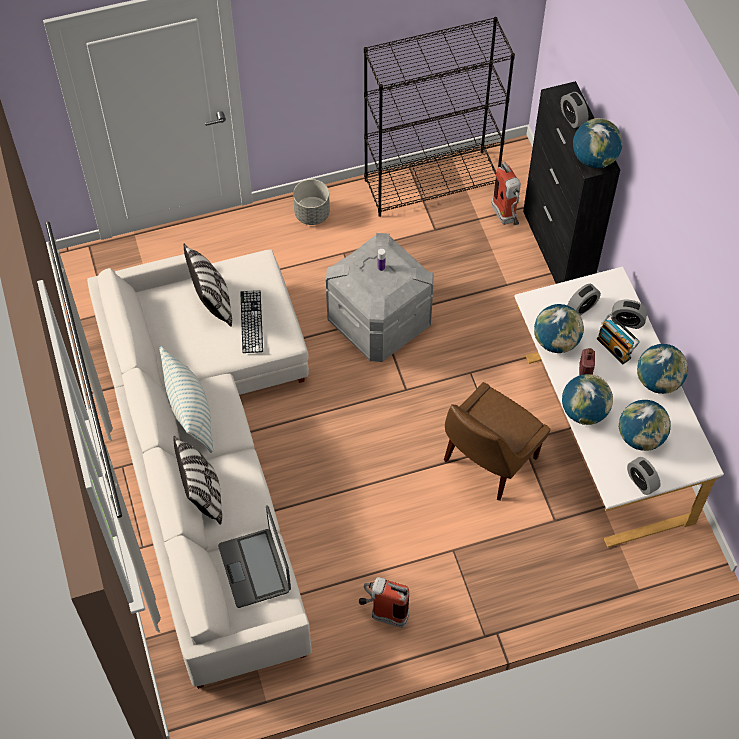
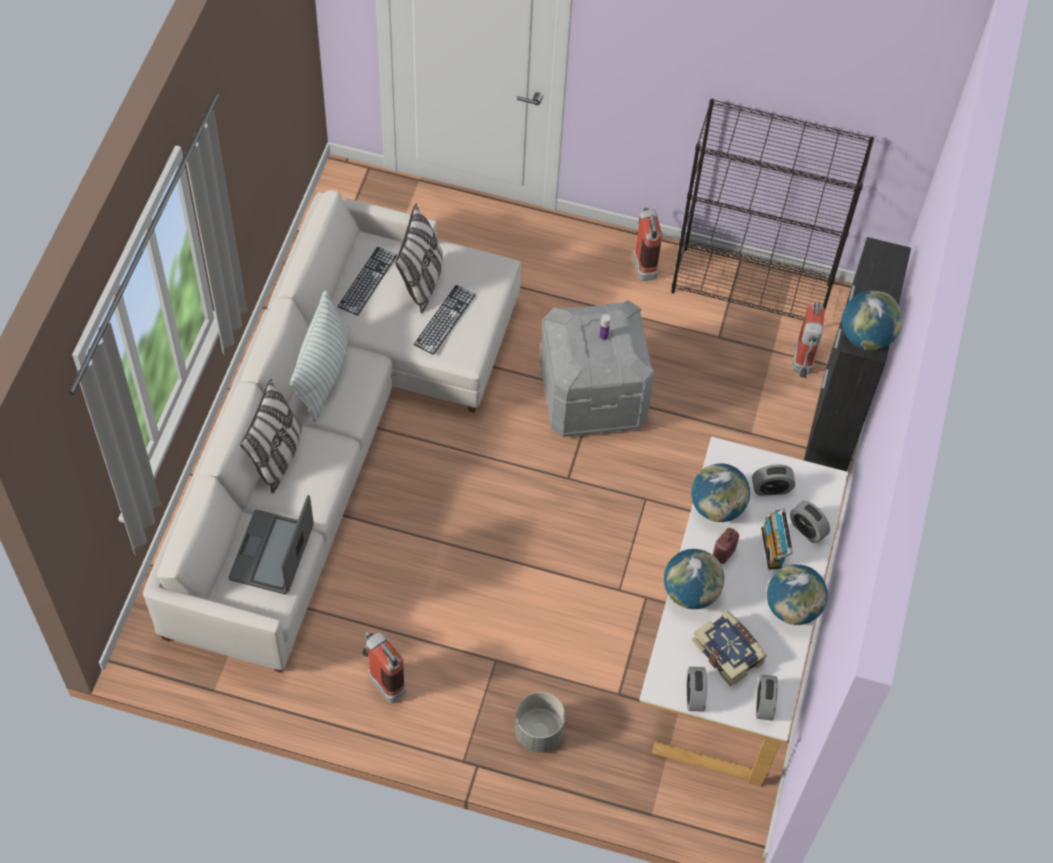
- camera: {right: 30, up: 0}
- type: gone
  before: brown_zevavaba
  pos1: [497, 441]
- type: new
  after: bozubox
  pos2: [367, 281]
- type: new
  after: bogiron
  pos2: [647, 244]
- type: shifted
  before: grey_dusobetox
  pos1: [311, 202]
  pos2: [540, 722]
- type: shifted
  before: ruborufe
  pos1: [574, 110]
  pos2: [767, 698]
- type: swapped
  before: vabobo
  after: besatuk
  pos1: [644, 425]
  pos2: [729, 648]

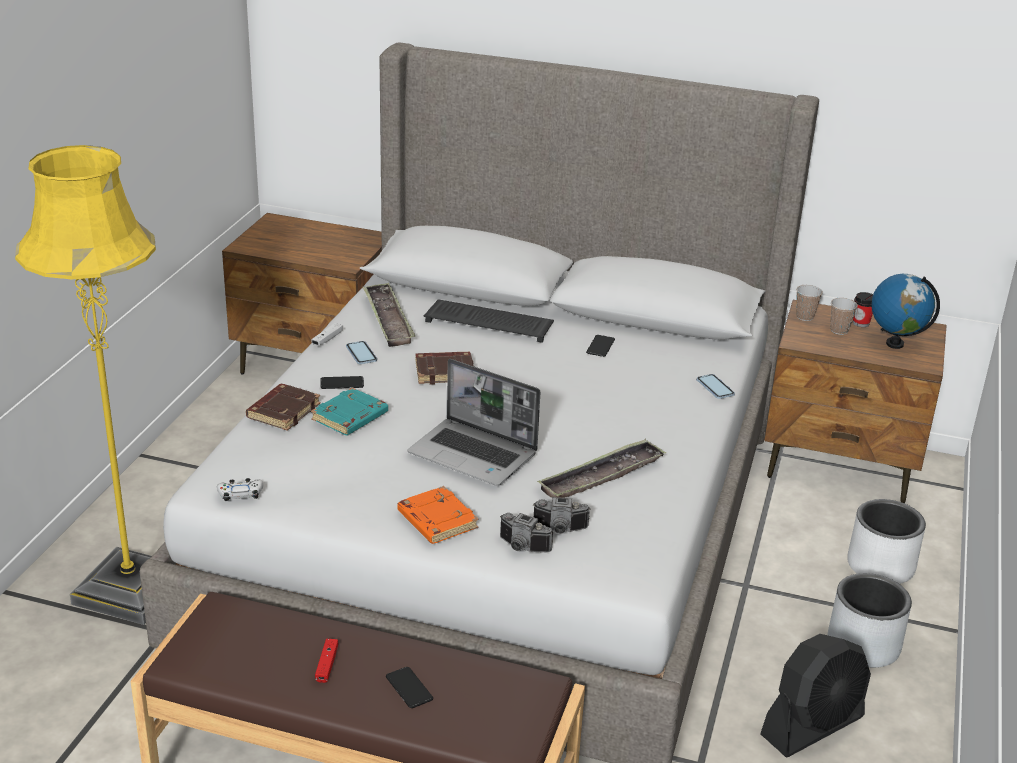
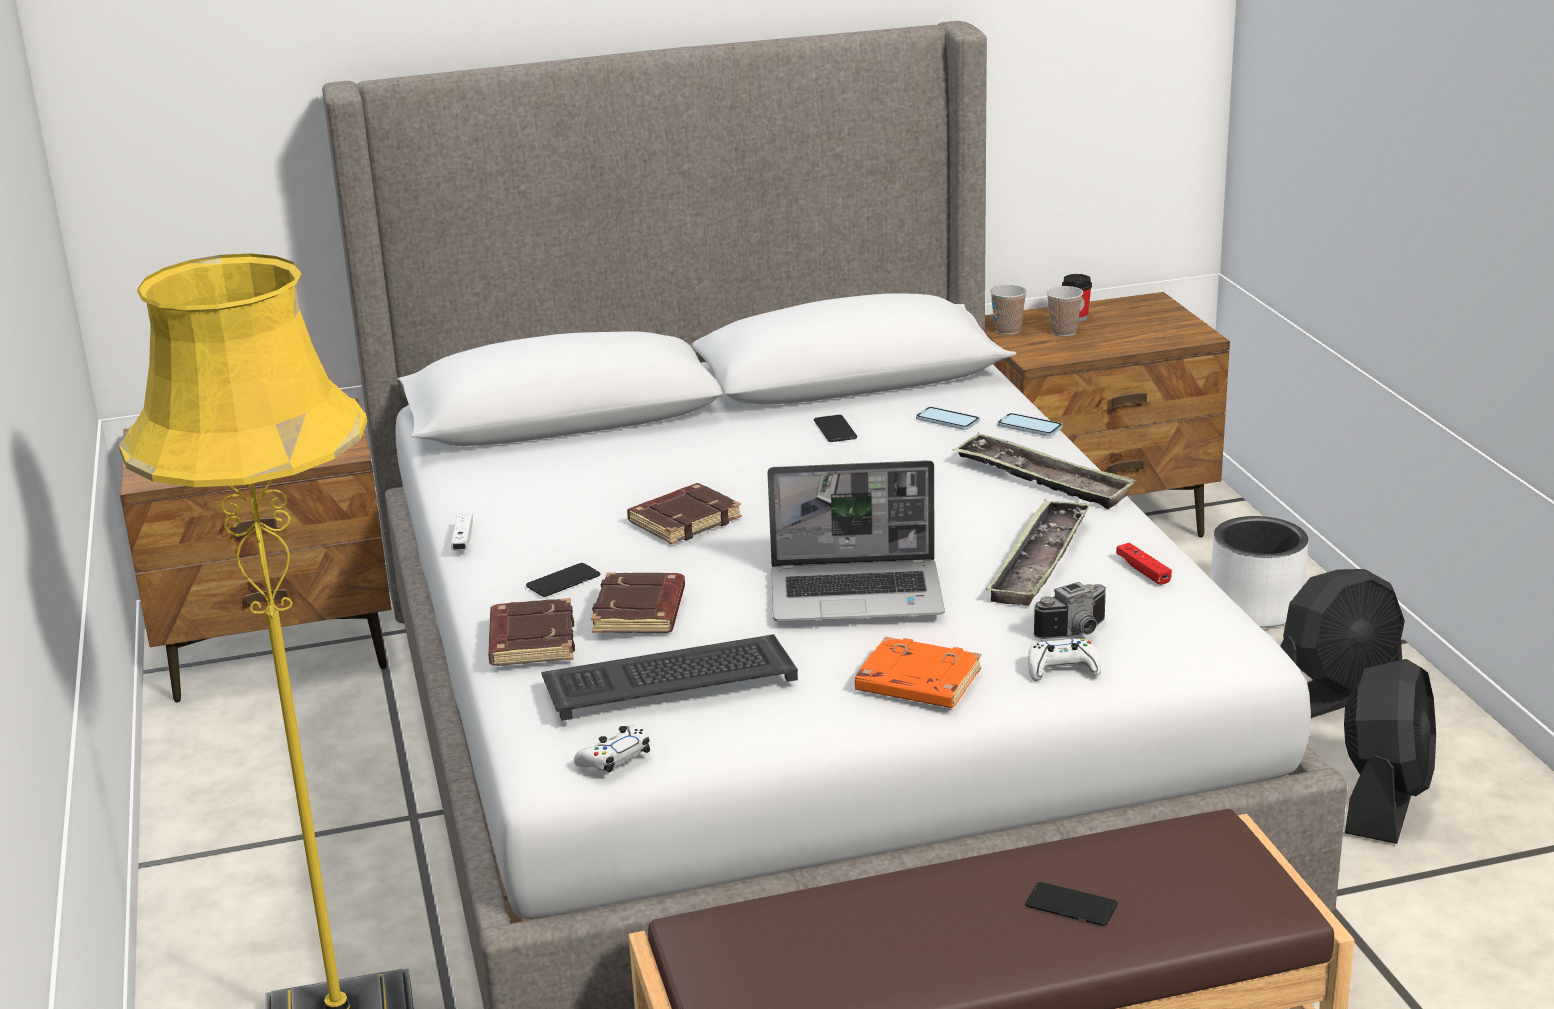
- camera: {right: -30, up: -5}
- type: gone
  before: vabobo
  pos1: [905, 311]
- type: shifted
  before: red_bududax
  pos1: [327, 660]
  pos2: [1144, 564]
- type: shifted
  before: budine
  pos1: [361, 352]
  pos2: [948, 418]
- type: shifted
  before: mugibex
  pos1: [388, 314]
  pos2: [1044, 471]
- type: shifted
  before: bozubox
  pos1: [489, 321]
  pos2: [669, 677]
- type: swapped
  before: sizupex
  after: white_bududax
  pos1: [527, 532]
  pos2: [1064, 660]
- type: swapped
  before: grey_dusobetox
  after: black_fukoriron
  pos1: [870, 620]
  pos2: [1342, 643]
- type: repainted
  before: turquoise_besatuk
  after: brown_besatuk
  pos1: [349, 411]
  pos2: [638, 602]

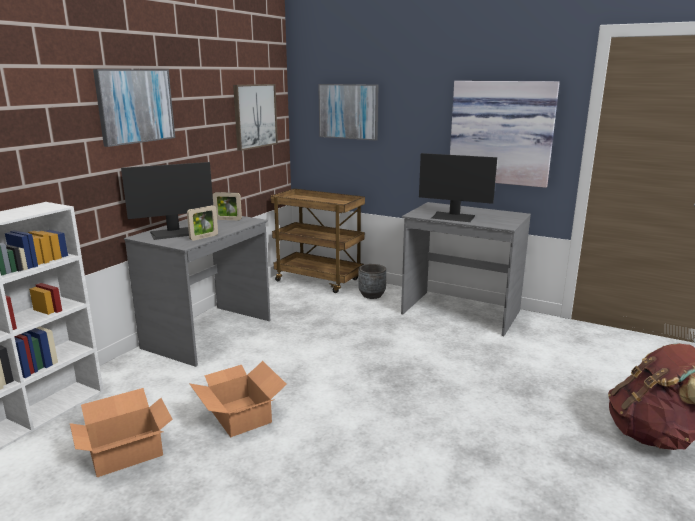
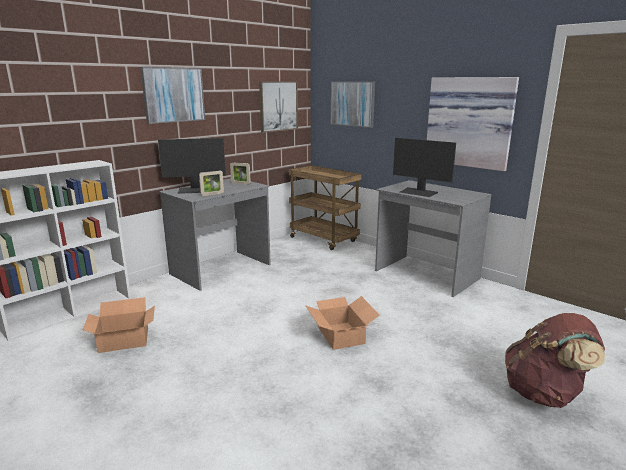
- camera: {right: 15, up: 0}
- type: gone
  before: grey_dusobetox
  pos1: [372, 281]
- type: shifted
  before: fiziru
  pos1: [238, 399]
  pos2: [342, 323]

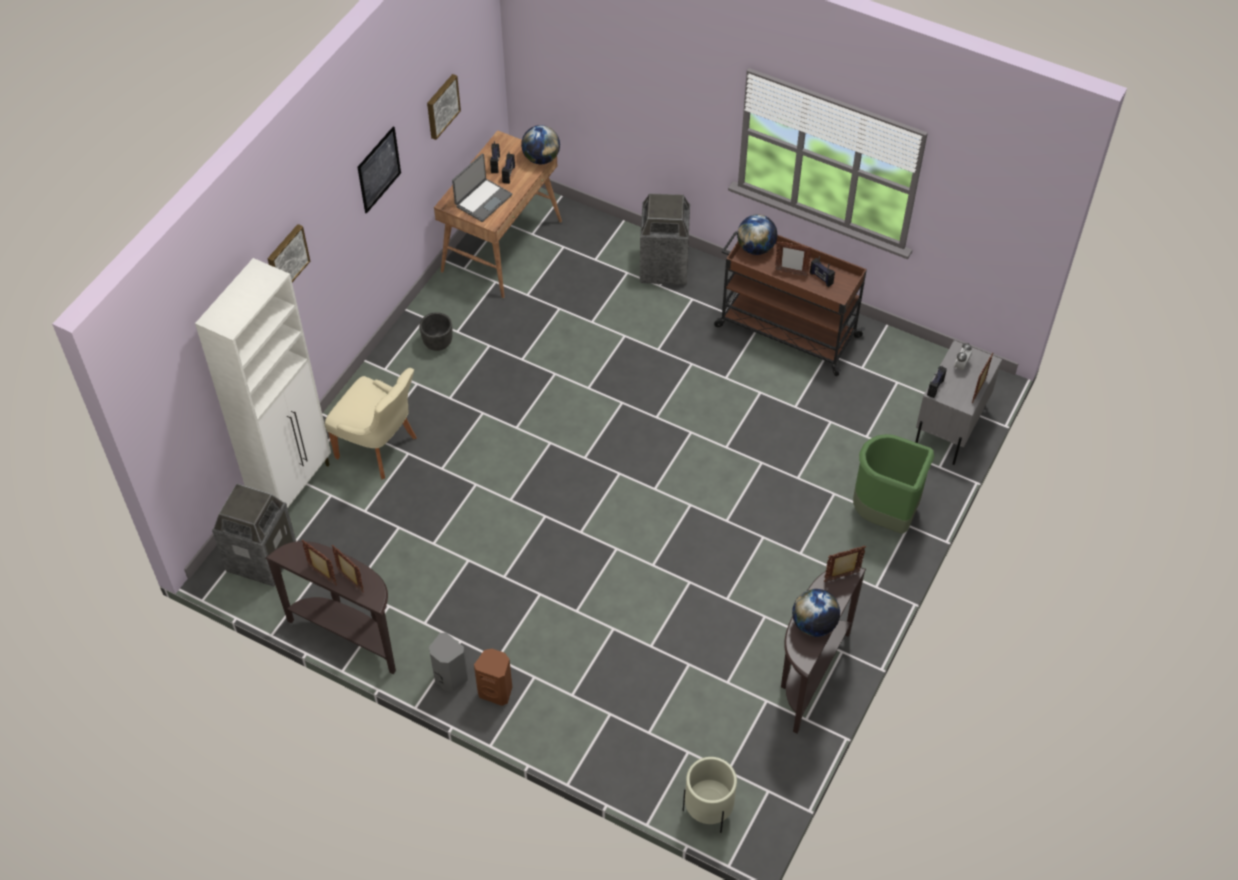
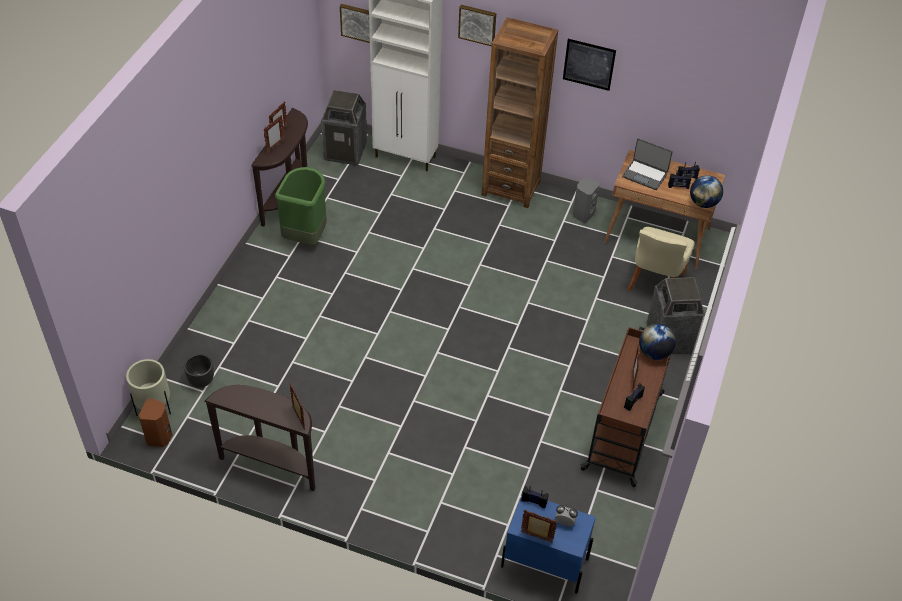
- camera: {right: 80, up: -5}
- type: gone
  before: vabobo
  pos1: [816, 613]
- type: new
  after: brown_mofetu
  pos2: [520, 112]
- type: shifted
  before: beige_zevavaba
  pos1: [370, 423]
  pos2: [661, 259]
- type: shifted
  before: black_dusobetox
  pos1: [436, 331]
  pos2: [199, 371]
- type: shifted
  before: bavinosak
  pos1: [444, 107]
  pos2: [355, 23]
- type: shifted
  before: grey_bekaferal
  pos1: [448, 661]
  pos2: [586, 200]
- type: shifted
  before: brown_bekaferal
  pos1: [493, 677]
  pos2: [155, 422]
- type: shifted
  before: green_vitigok
  pos1: [893, 484]
  pos2: [301, 206]
- type: repainted
  before: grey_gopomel
  after: blue_gopomel
  pos1: [958, 402]
  pos2: [548, 545]

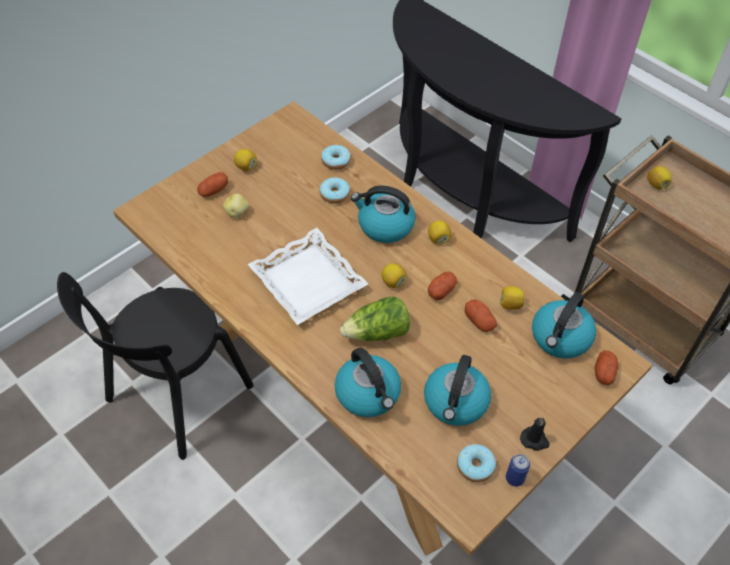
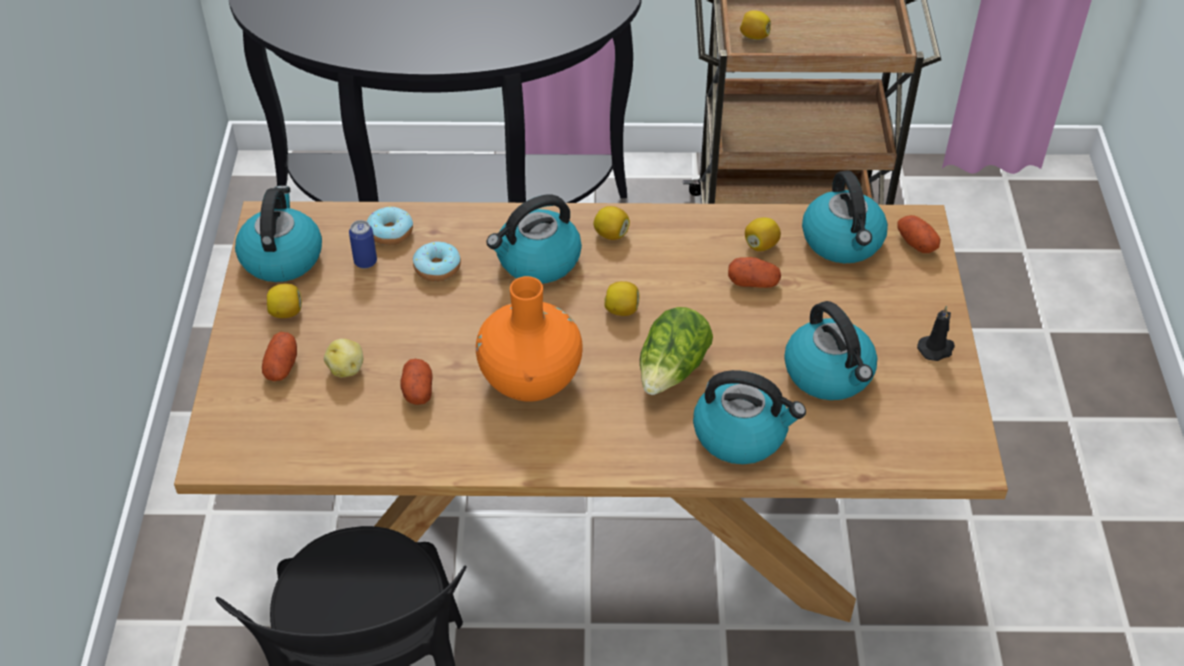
- camera: {right: -45, up: -5}
- type: gone
  before: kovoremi
  pos1: [476, 463]
- type: new
  after: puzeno
  pos2: [278, 234]
- type: shifted
  before: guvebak
  pos1: [442, 285]
  pos2: [417, 382]
- type: shifted
  before: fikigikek
  pos1: [518, 470]
  pos2: [363, 244]
- type: swapped
  before: white_mugibex
  after: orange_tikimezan
  pos1: [308, 276]
  pos2: [529, 339]

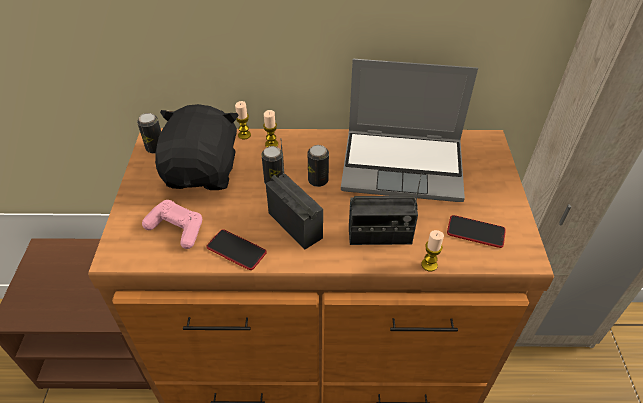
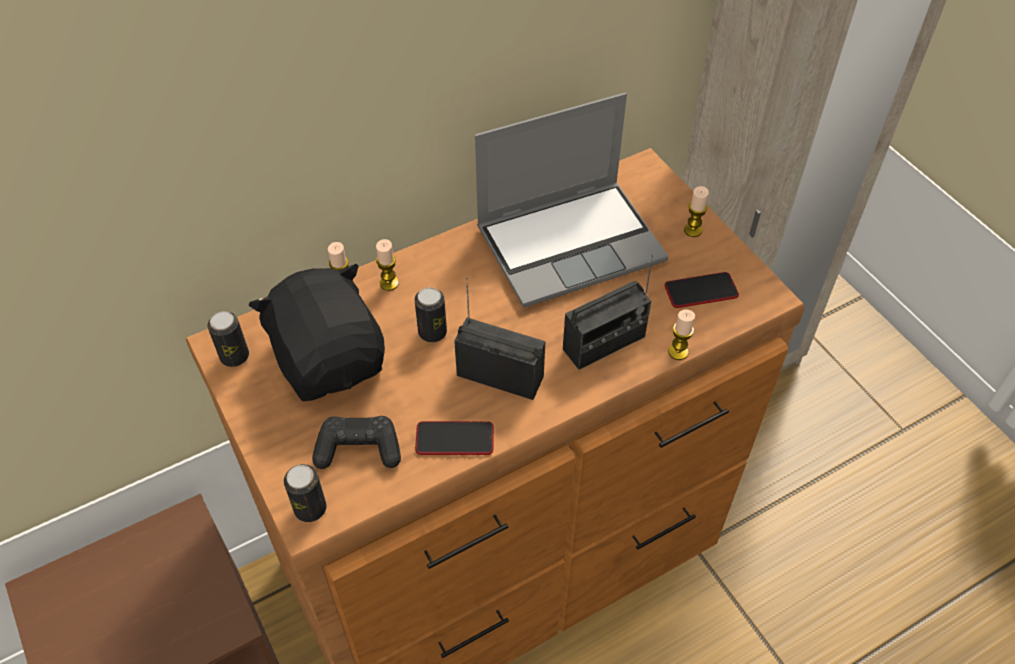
- camera: {right: -30, up: 5}
- type: new
  after: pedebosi
  pos2: [696, 211]
- type: shifted
  before: fikigikek
  pos1: [318, 166]
  pos2: [305, 493]
- type: repainted
  before: pink_bududax
  after: black_bududax
  pos1: [172, 224]
  pos2: [356, 442]

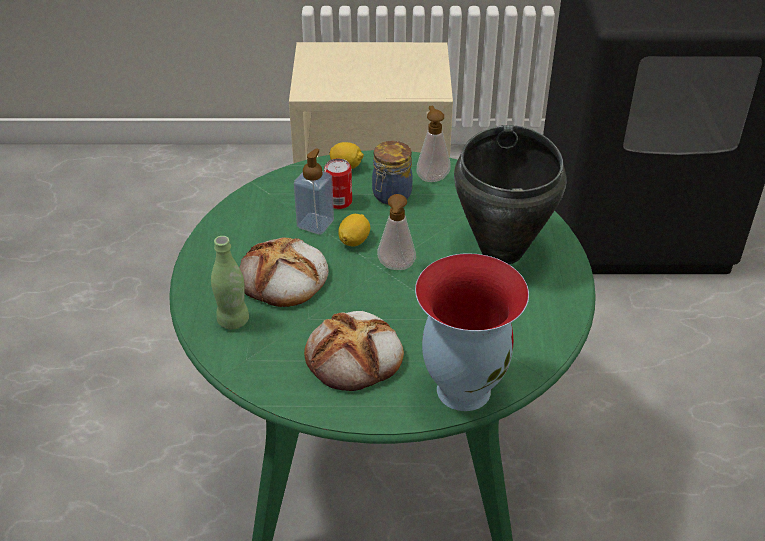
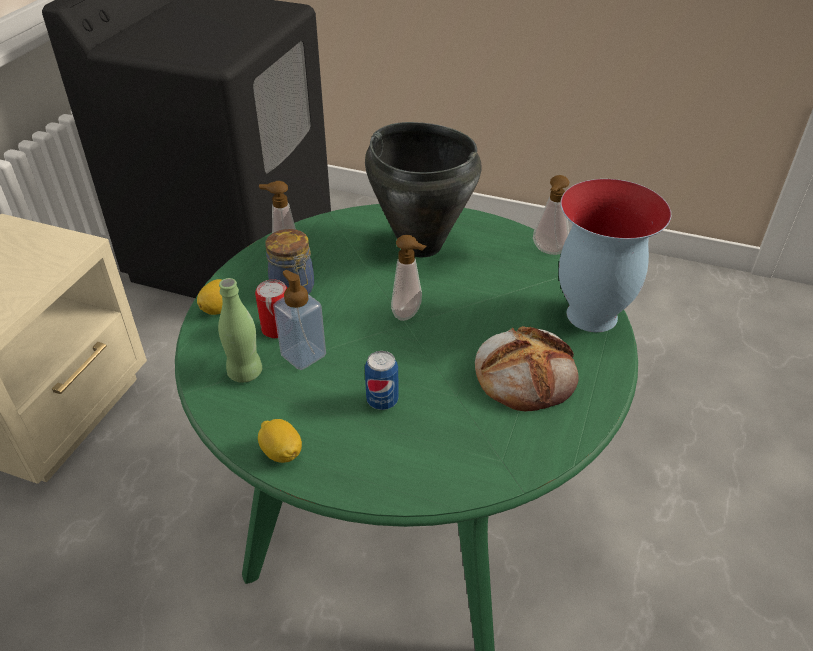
- camera: {right: -70, up: 0}
- type: new
  after: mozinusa
  pos2: [551, 215]
- type: shifted
  before: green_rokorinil
  pos1: [230, 282]
  pos2: [240, 330]
- type: shifted
  before: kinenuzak
  pos1: [354, 230]
  pos2: [280, 441]
- type: swapped
  before: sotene
  after: fikigikek
  pos1: [284, 272]
  pos2: [382, 380]

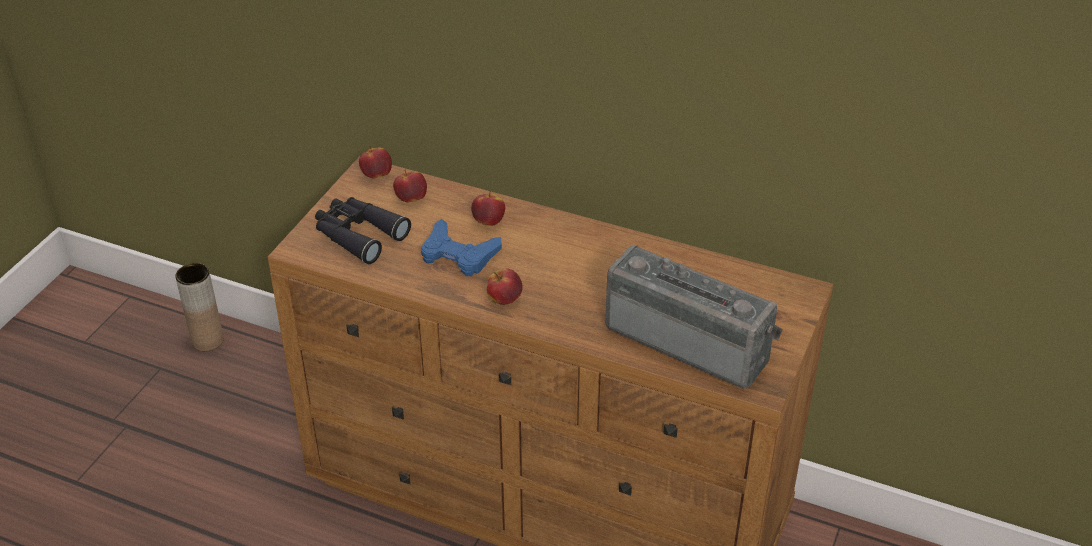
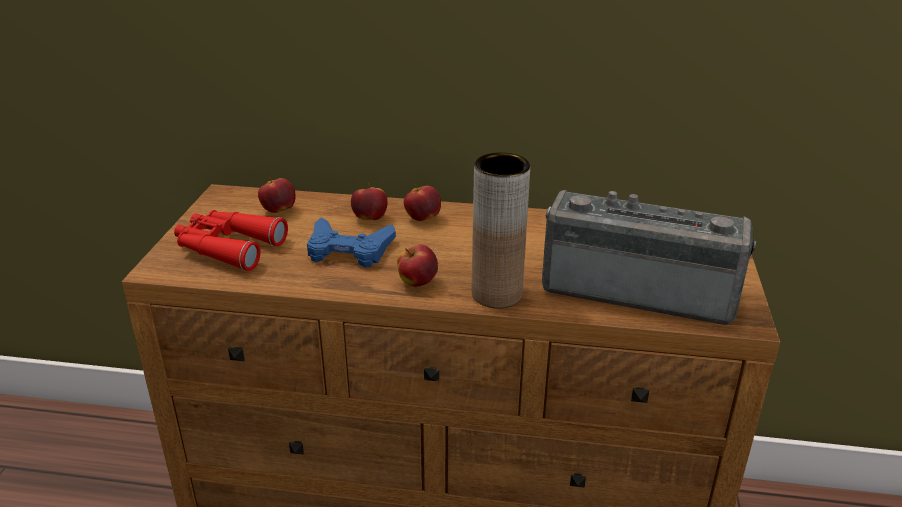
- camera: {right: -15, up: -10}
- type: shifted
  before: brown_tikimezan
  pos1: [199, 307]
  pos2: [501, 230]
- type: shifted
  before: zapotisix
  pos1: [375, 162]
  pos2: [422, 202]
- type: repainted
  before: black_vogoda
  after: red_vogoda
  pos1: [363, 230]
  pos2: [231, 240]

